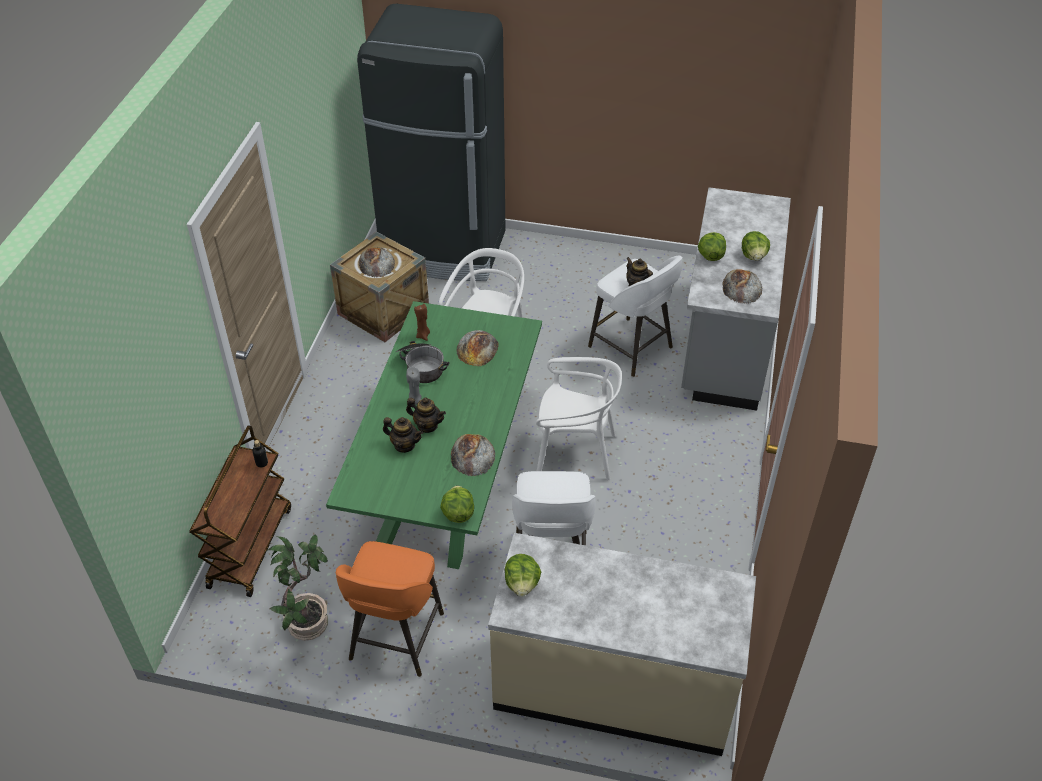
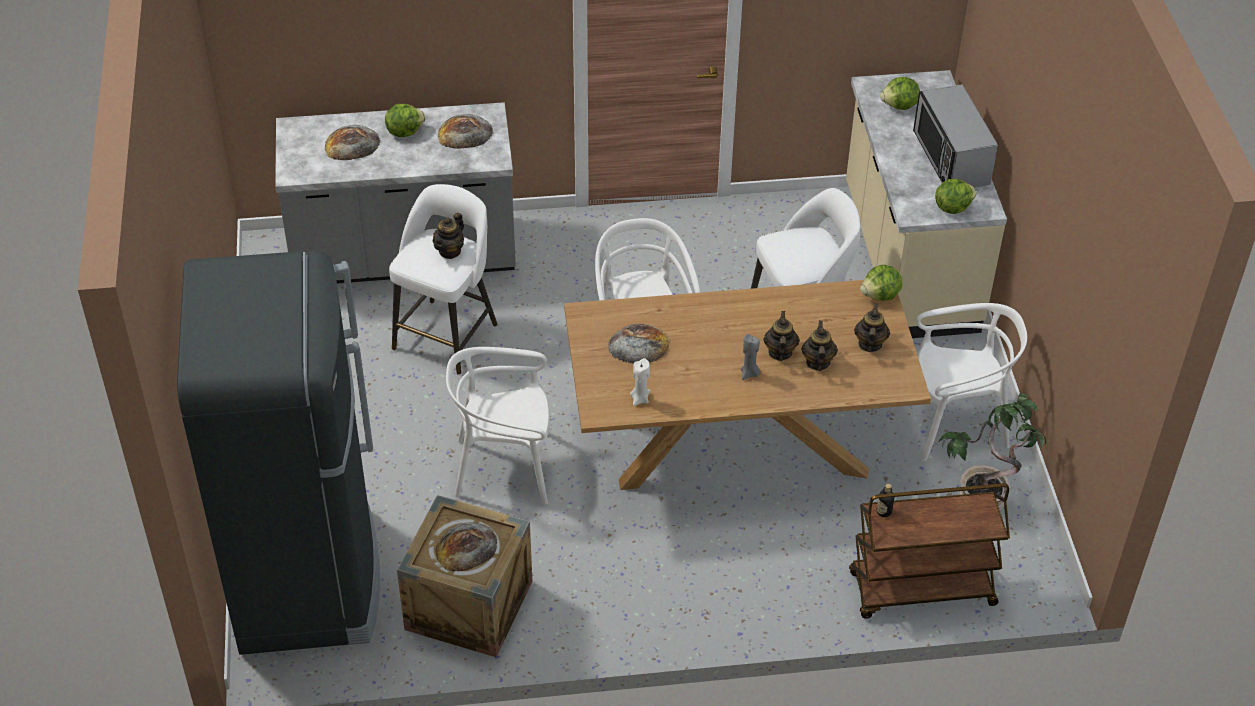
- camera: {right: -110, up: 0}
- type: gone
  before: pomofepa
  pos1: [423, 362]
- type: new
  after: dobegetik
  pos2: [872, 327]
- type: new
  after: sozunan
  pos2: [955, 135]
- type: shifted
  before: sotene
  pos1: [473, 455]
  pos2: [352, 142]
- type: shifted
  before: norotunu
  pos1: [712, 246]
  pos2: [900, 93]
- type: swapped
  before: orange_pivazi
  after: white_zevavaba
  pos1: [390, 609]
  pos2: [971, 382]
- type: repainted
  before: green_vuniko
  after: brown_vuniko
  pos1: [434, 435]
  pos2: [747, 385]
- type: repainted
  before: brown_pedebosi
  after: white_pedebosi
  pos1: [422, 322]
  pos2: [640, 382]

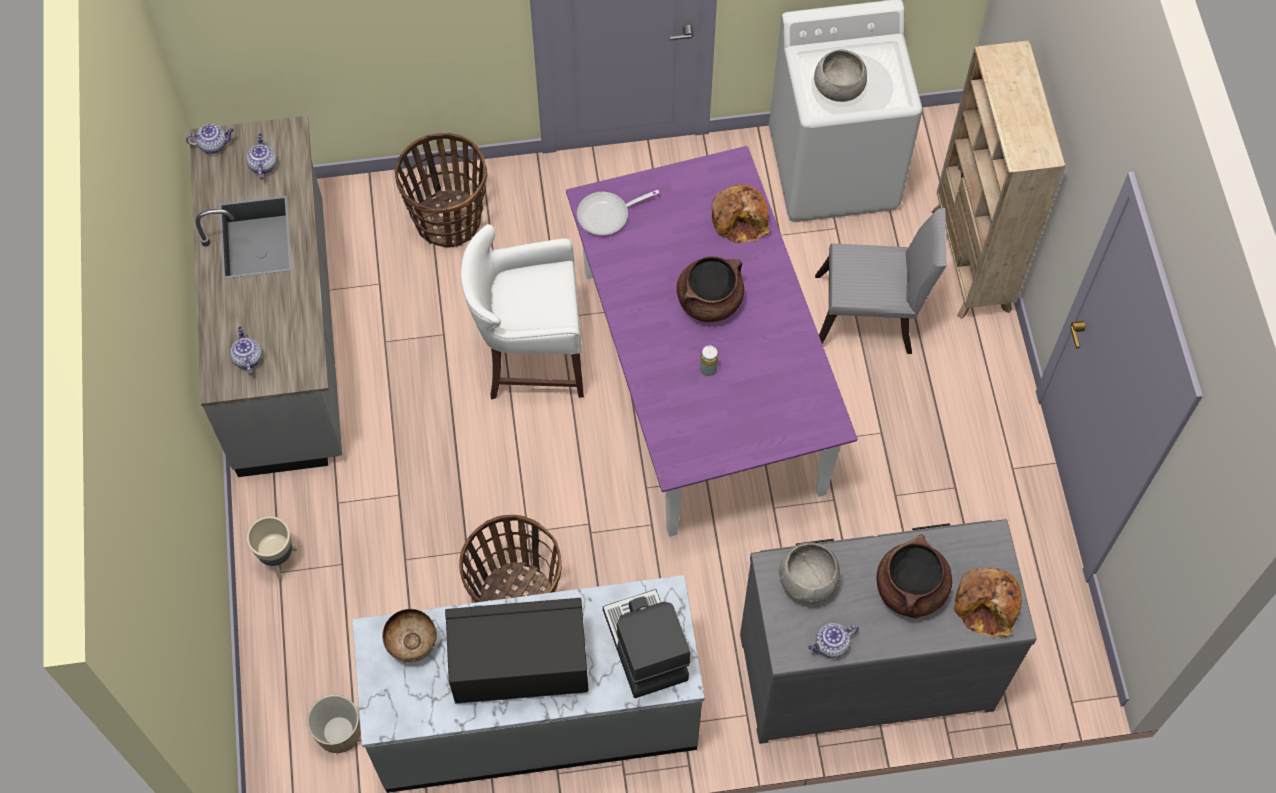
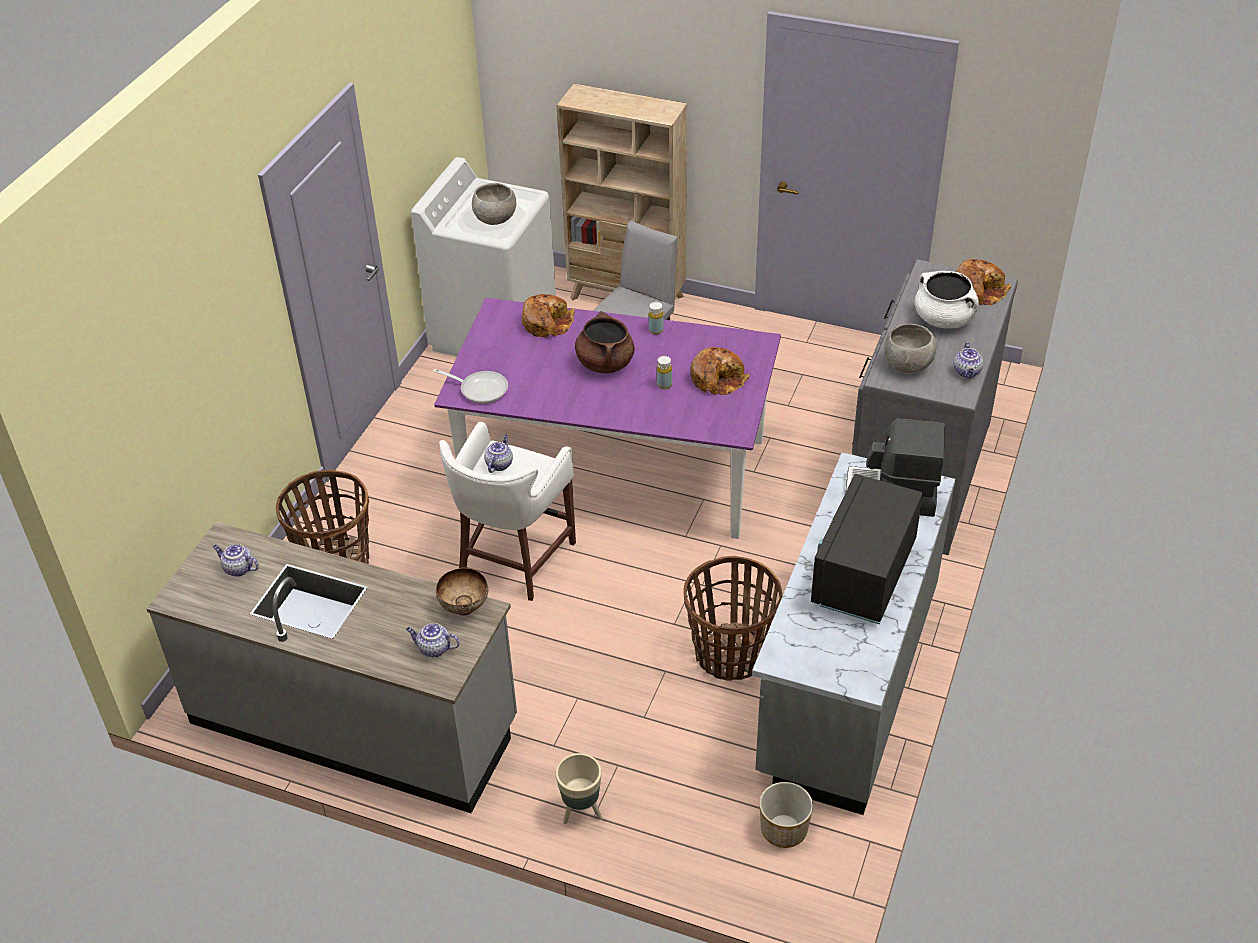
- camera: {right: -60, up: -20}
- type: new
  after: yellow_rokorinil
  pos2: [656, 318]
- type: new
  after: sotene
  pos2: [720, 371]
- type: shifted
  before: dobegetik
  pos1: [210, 139]
  pos2: [498, 454]
- type: shifted
  before: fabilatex
  pos1: [409, 635]
  pos2: [462, 591]
- type: repainted
  before: brown_pomofepa
  after: white_pomofepa
  pos1: [914, 576]
  pos2: [947, 300]
- type: rotated
  before: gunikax
  pos1: [618, 212]
  pos2: [470, 386]
  turn: -75

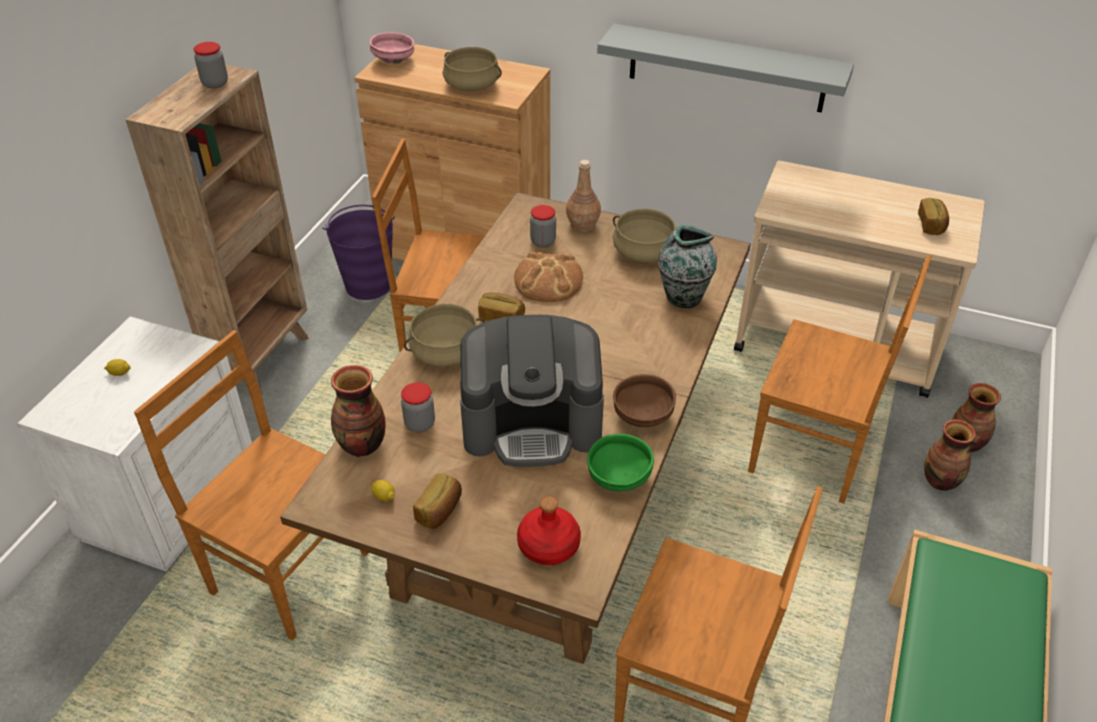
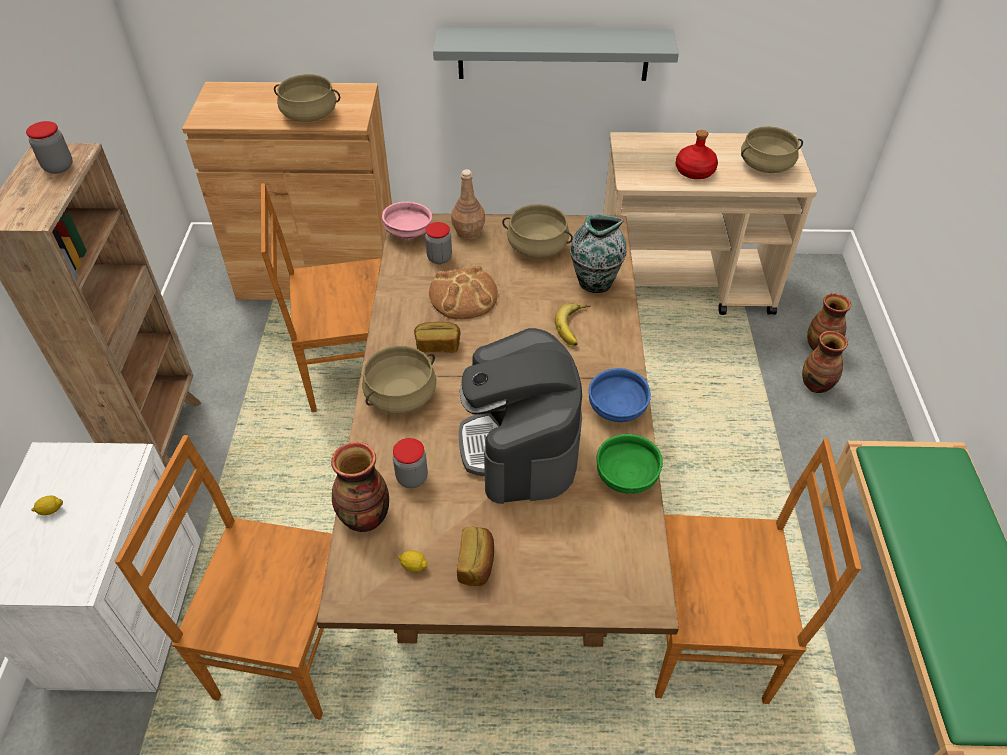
- camera: {right: -20, up: 5}
- type: gone
  before: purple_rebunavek
  pos1: [358, 252]
- type: gone
  before: brown_zevavaba
  pos1: [840, 379]
- type: new
  after: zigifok
  pos2: [573, 324]
- type: shifted
  before: pink_fabilatex
  pos1: [392, 48]
  pos2: [407, 221]
- type: shifted
  before: red_rokorinil
  pos1: [549, 530]
  pos2: [697, 154]
- type: swapped
  before: sotene
  after: beige_pomofepa
  pos1: [933, 216]
  pos2: [772, 149]
- type: repainted
  before: brown_fabilatex
  after: blue_fabilatex
  pos1: [644, 400]
  pos2: [620, 395]
- type: rotated
  before: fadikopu
  pos1: [532, 391]
  pos2: [520, 416]
  turn: 105

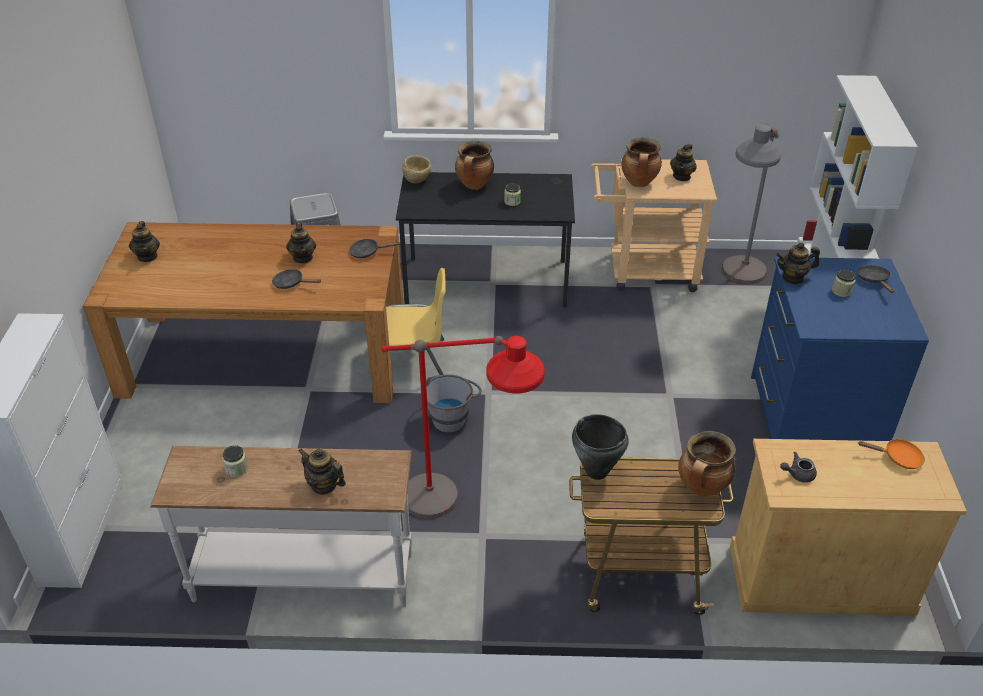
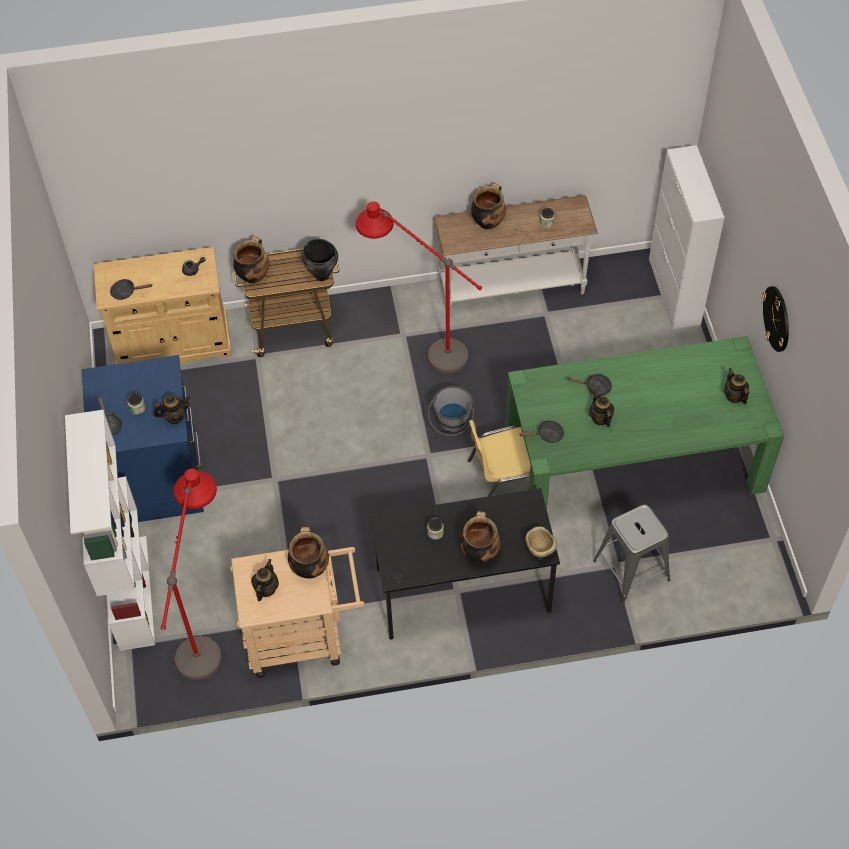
- camera: {right: 170, up: 15}
- type: new
  after: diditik
  pos2: [775, 319]
- type: swapped
  before: dobegetik
  after: pomofepa
  pos1: [322, 472]
  pos2: [488, 206]
- type: repainted
  before: brown_vuniko
  after: green_vuniko
  pos1: [243, 312]
  pos2: [644, 423]
- type: repainted
  before: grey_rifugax
  after: red_rifugax
  pos1: [751, 203]
  pos2: [191, 574]
- type: repainted
  before: orange_gunikax
  after: black_gunikax
  pos1: [892, 454]
  pos2: [131, 289]

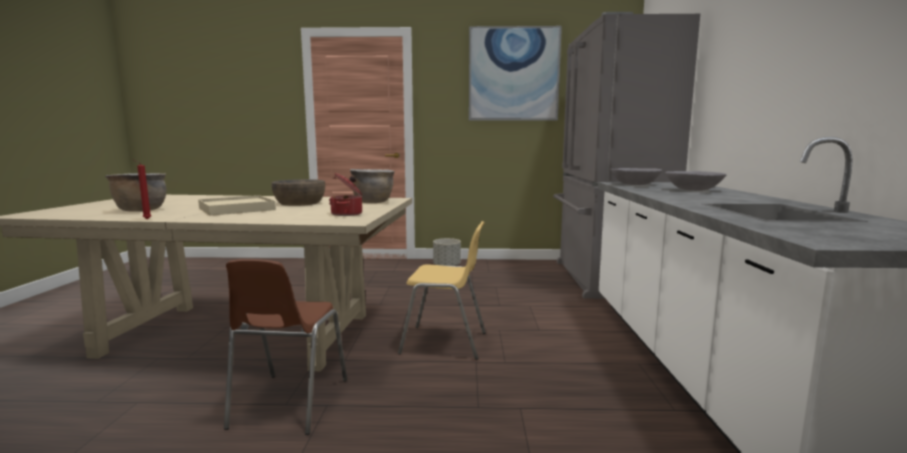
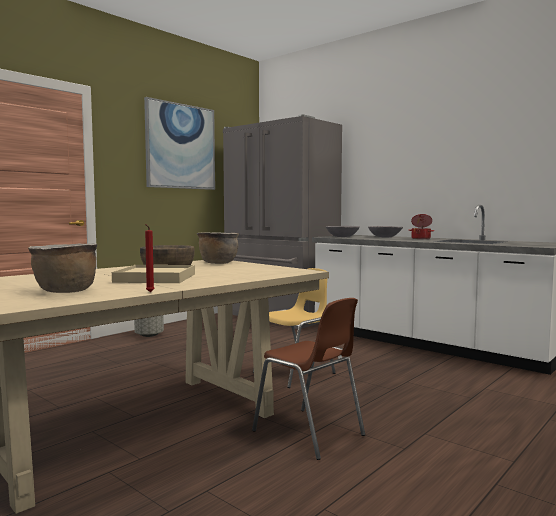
- camera: {right: -50, up: -5}
- type: shifted
  before: pomofepa
  pos1: [345, 194]
  pos2: [421, 226]

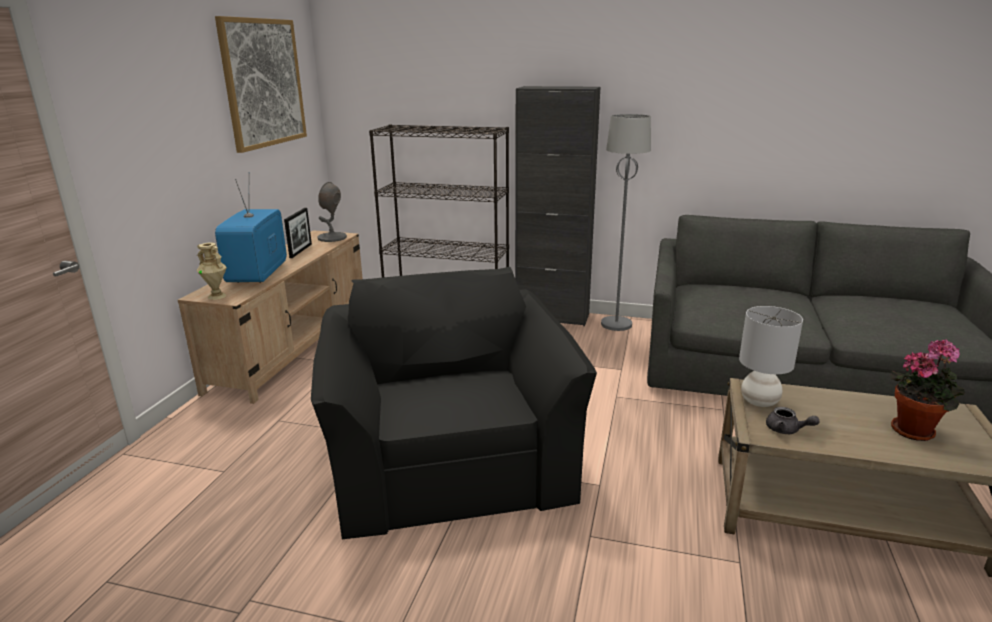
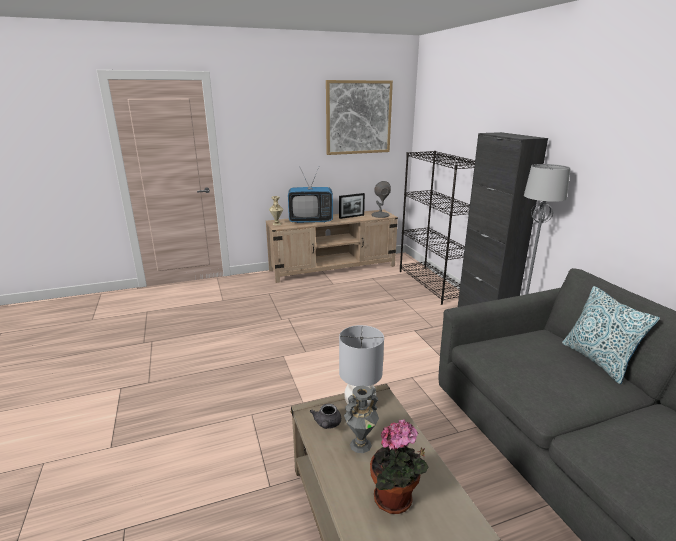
- camera: {right: 55, up: 0}
- type: gone
  before: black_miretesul
  pos1: [454, 403]
- type: new
  after: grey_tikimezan
  pos2: [361, 419]
- type: new
  after: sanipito
  pos2: [611, 335]
- type: rotated
  before: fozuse
  pos1: [251, 231]
  pos2: [310, 195]
  turn: -150

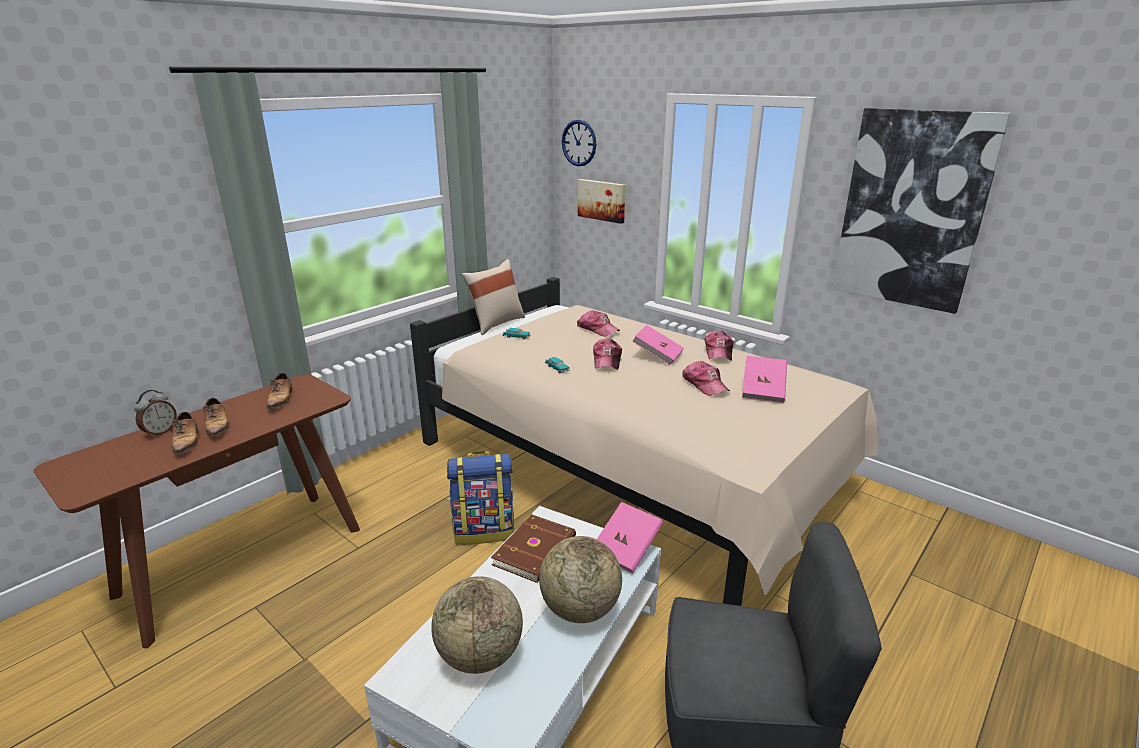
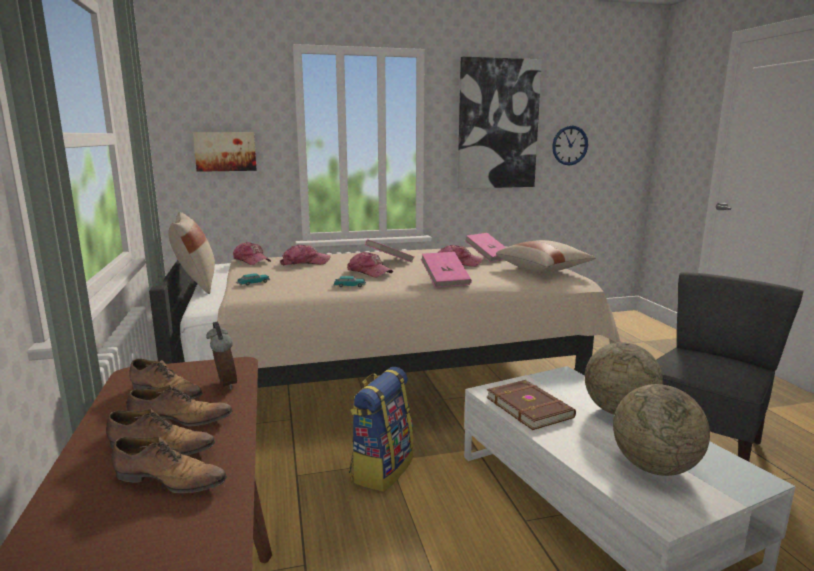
- camera: {right: -55, up: -10}
- type: new
  after: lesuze
  pos2: [179, 405]
- type: new
  after: beige_sanipito
  pos2: [545, 256]
- type: shifted
  before: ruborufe
  pos1: [155, 414]
  pos2: [221, 356]
- type: shifted
  before: diditik
  pos1: [579, 143]
  pos2: [570, 145]
- type: shifted
  before: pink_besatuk
  pos1: [630, 538]
  pos2: [446, 270]
- type: shifted
  before: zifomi
  pos1: [719, 346]
  pos2: [252, 253]

